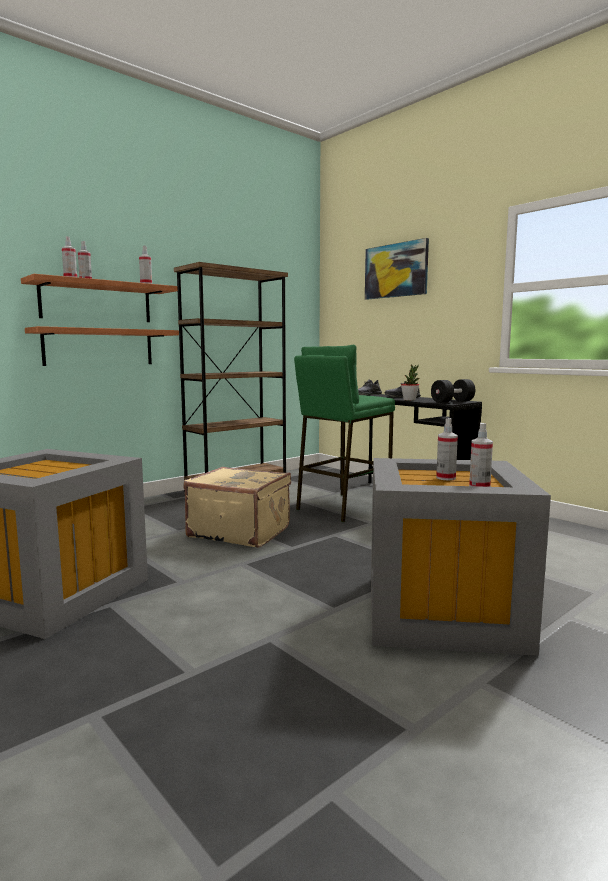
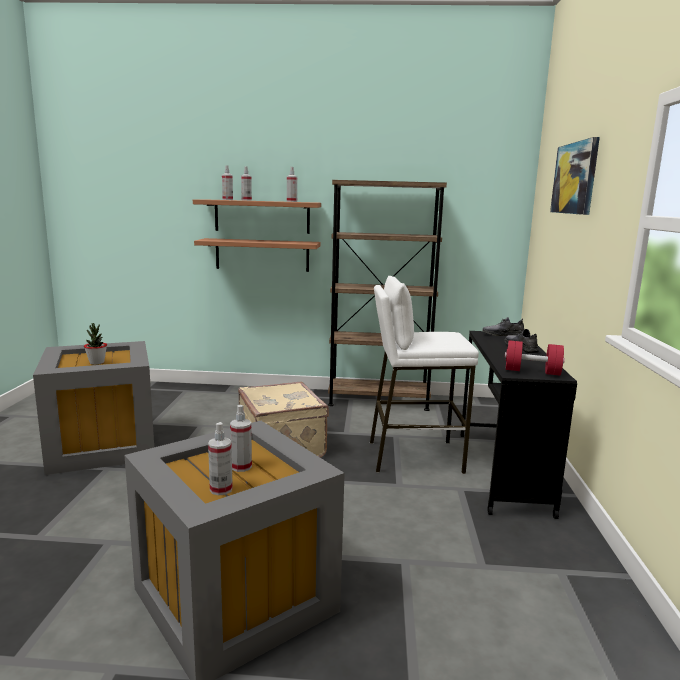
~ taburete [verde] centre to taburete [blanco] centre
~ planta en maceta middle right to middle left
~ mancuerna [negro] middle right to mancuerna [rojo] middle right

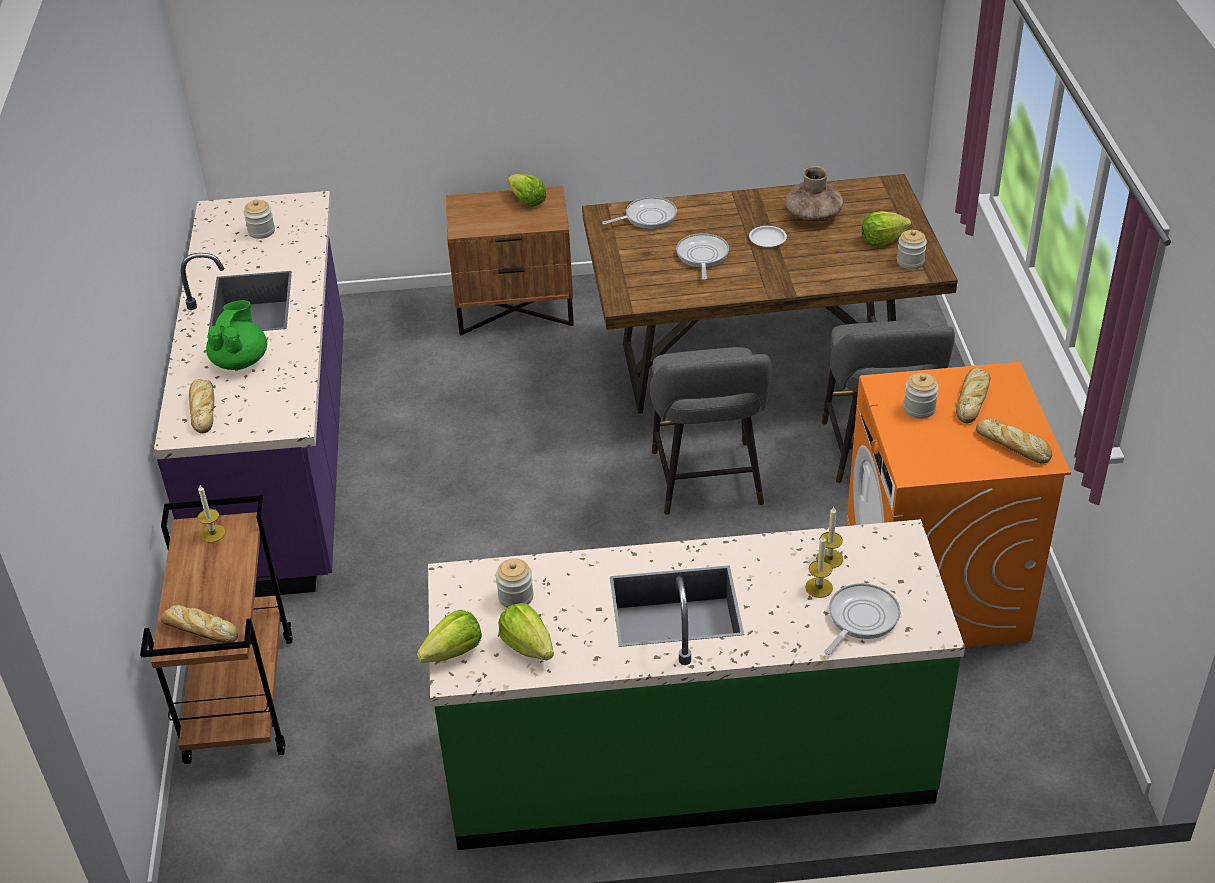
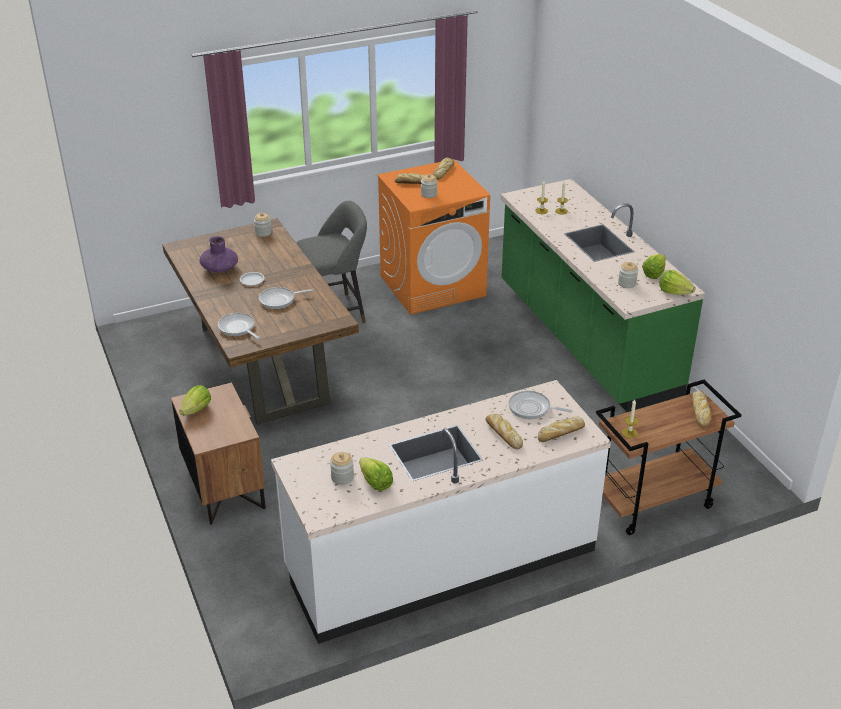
~ florero [marrón] top right to florero [morado] middle left
~ mueble bajo de cocina [morado] middle left to mueble bajo de cocina [blanco] bottom centre
~ lechuga (4th from left in the first image) top right to lechuga (2nd from left) bottom centre
~ tetera [verde] middle left to pan (3rd from left) centre
- taburete [gris] (1st from left) centre
~ sartén (3rd from left) bottom right to centre

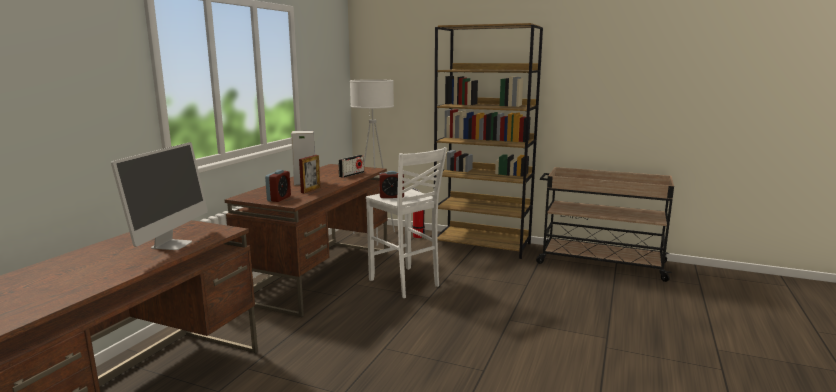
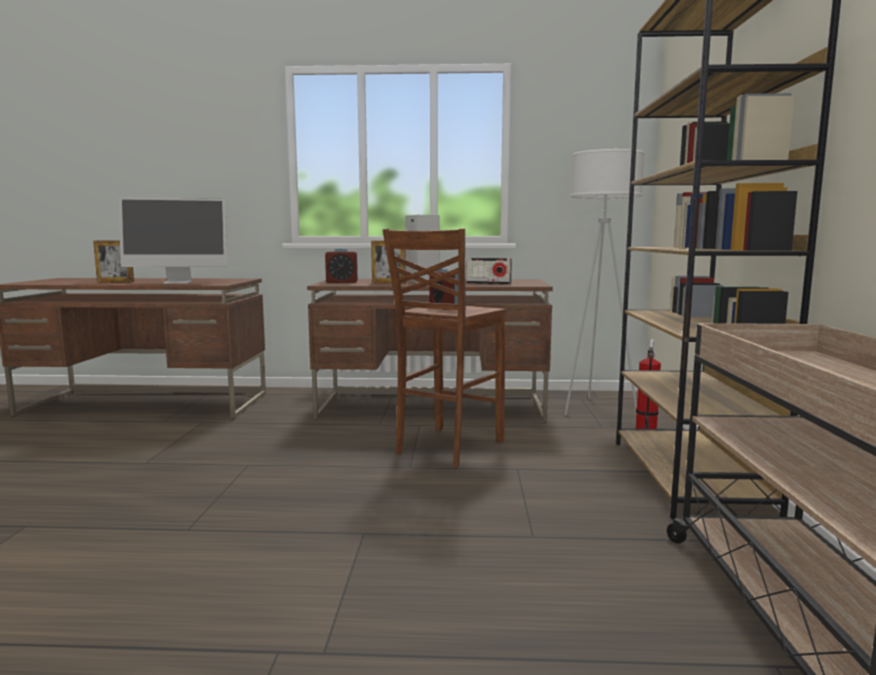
~ taburete [blanco] centre to taburete [marrón] centre
+ portarretratos (1st from left) middle left

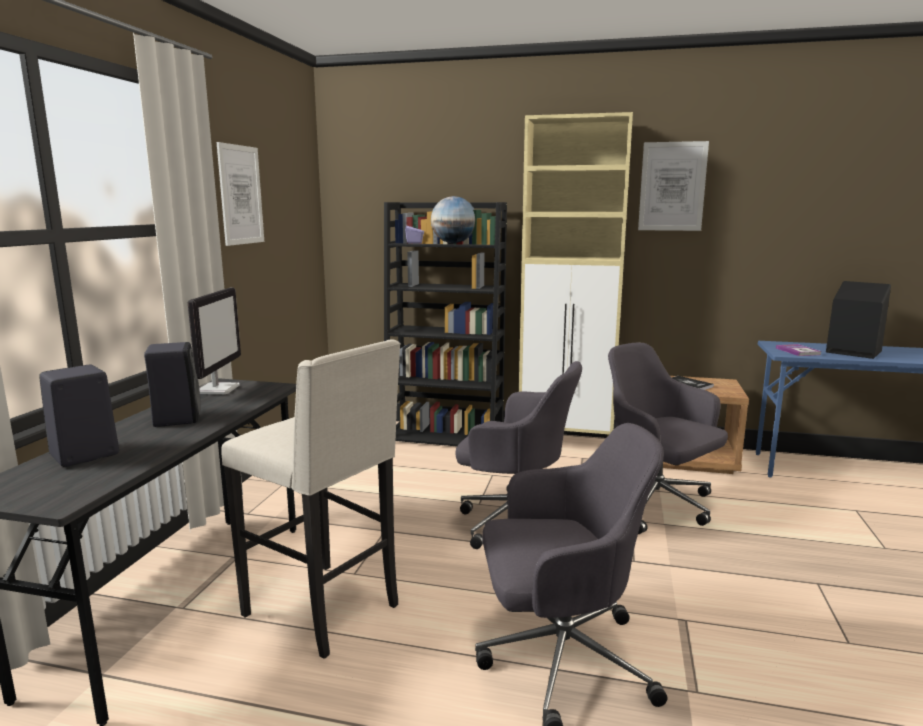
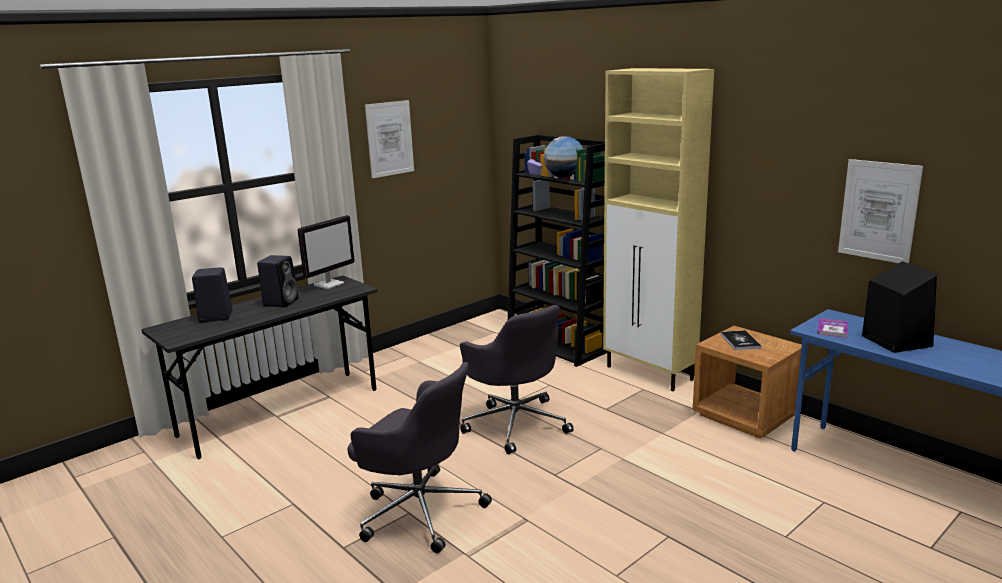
~ cuadro (2nd from left) top right to middle right
- taburete [beis] bottom centre
- silla de oficina [gris] (3rd from left) middle right

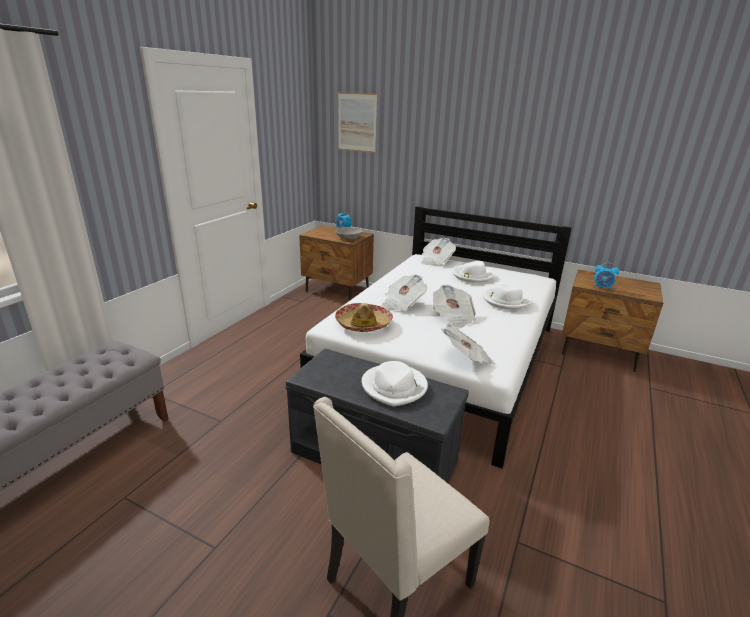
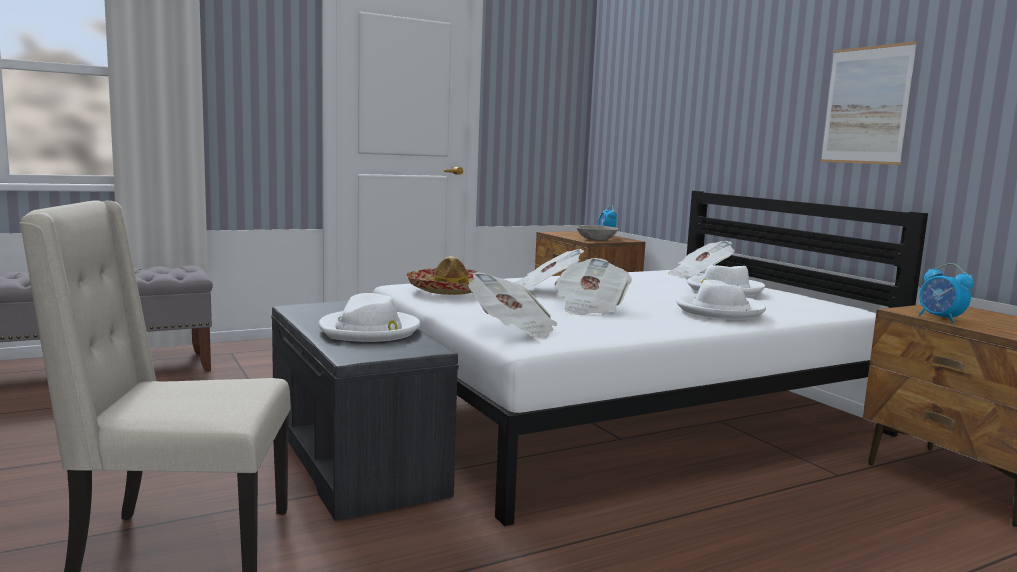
~ cuadro top centre to top right

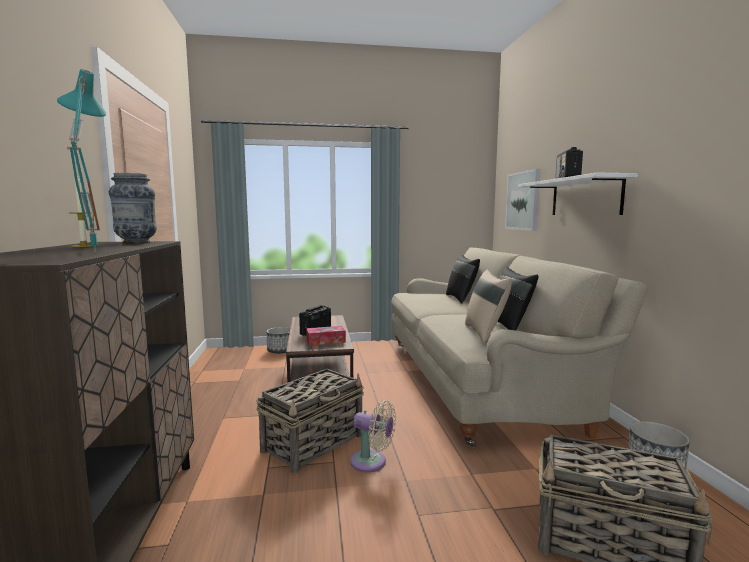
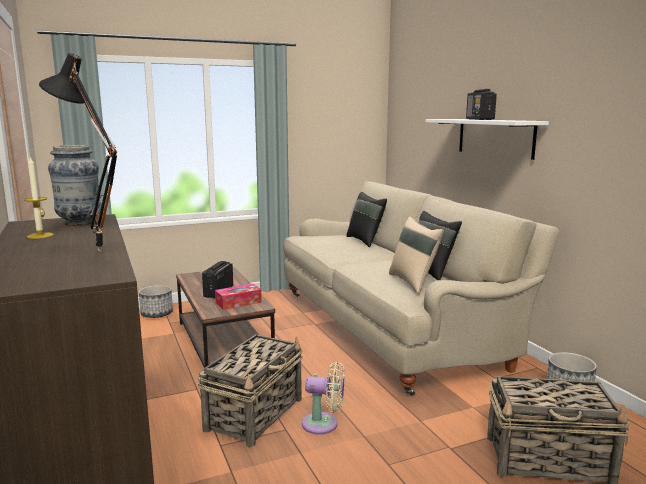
~ lámpara de mesa [turquesa] top left to lámpara de mesa [negro] top left
- cuadro middle right

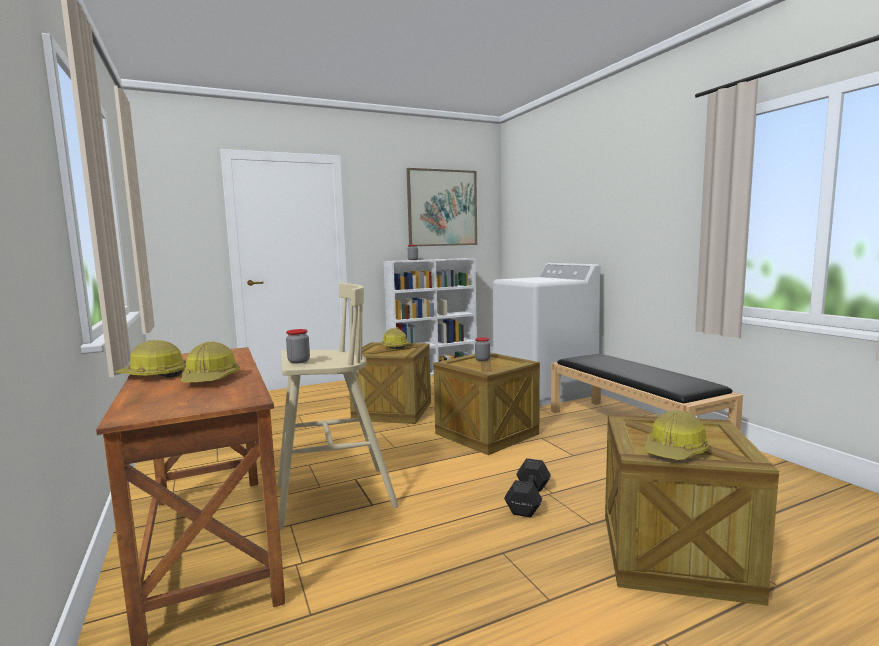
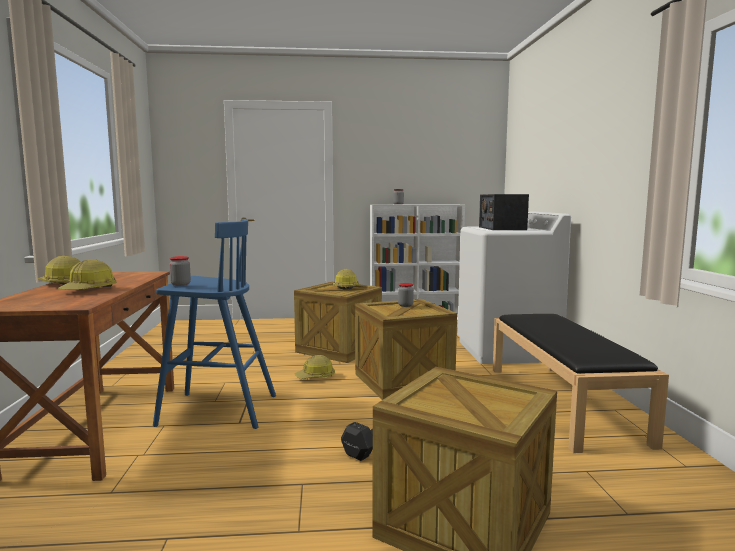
- cuadro top centre
~ taburete [beis] centre to taburete [azul] middle left
~ casco (4th from left in the first image) bottom right to casco (3rd from left) centre
+ radio middle right

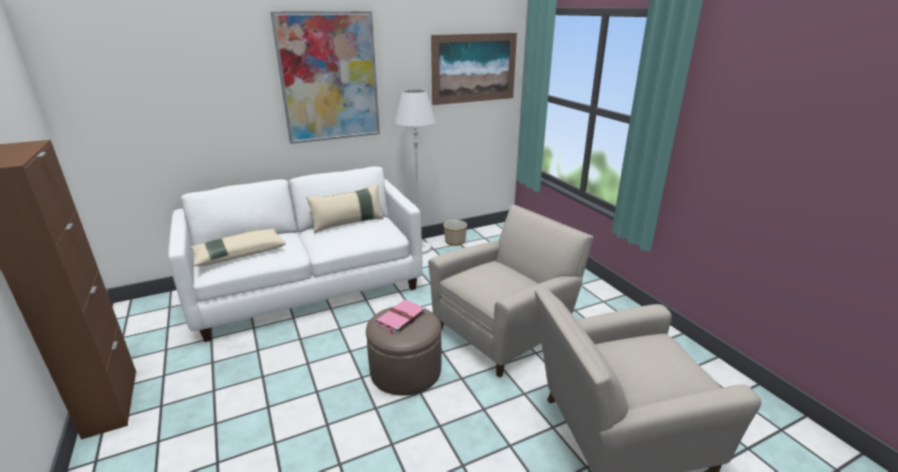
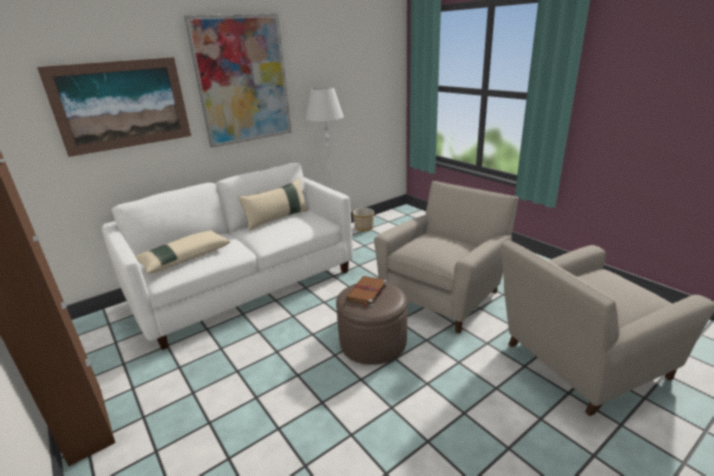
~ cuadro (2nd from left in the first image) top centre to cuadro (1st from left) top left
~ libro [rosa] bottom centre to libro [marrón] centre

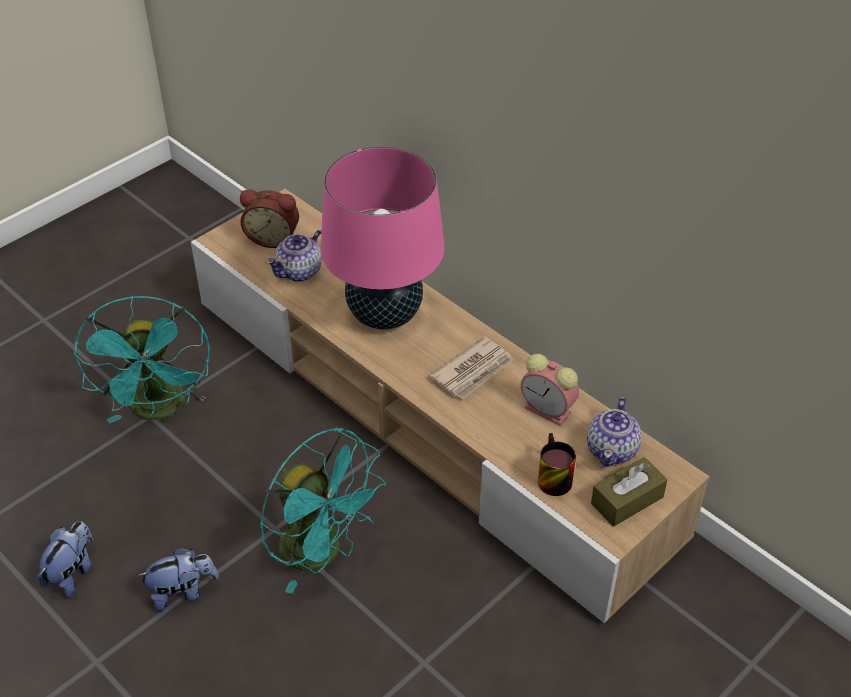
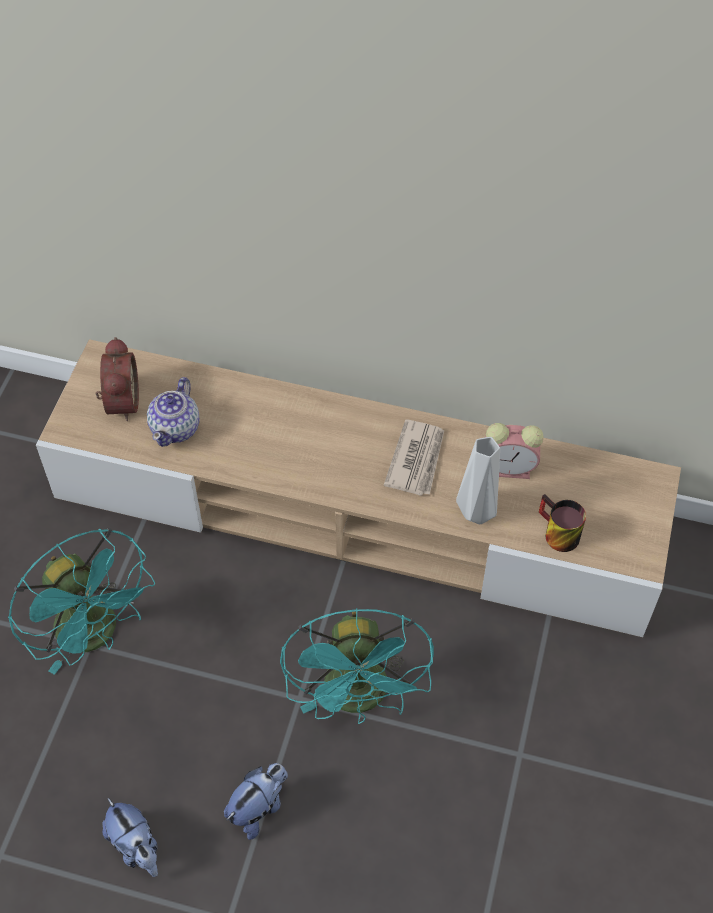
- lámpara de mesa [rosa] centre
~ despertador (1st from left) top left = middle left 75 degrees counterclockwise
- tetera (2nd from left) middle right
~ ventilador [turquesa] (2nd from left) bottom centre = bottom centre 75 degrees clockwise
- caja de pañuelos [marrón] bottom right
~ peluche (1st from left) bottom left = bottom left 150 degrees clockwise
+ florero [gris] middle right

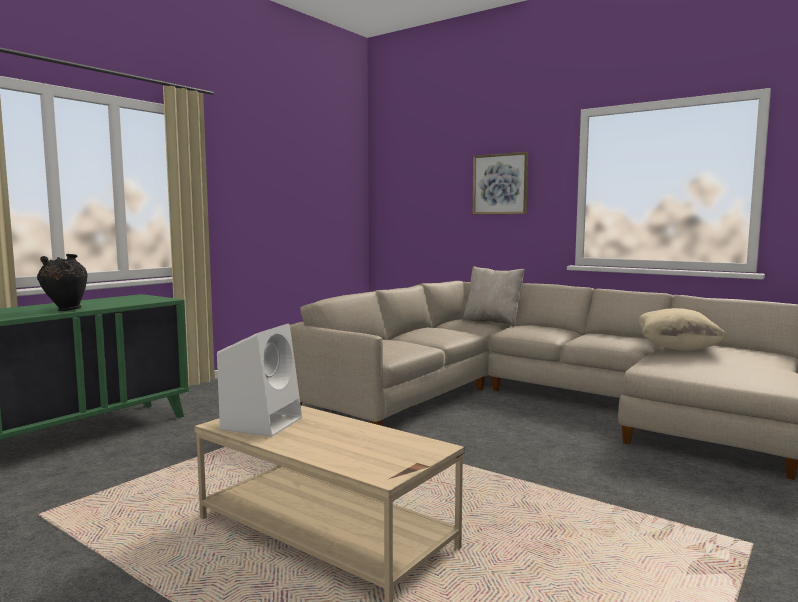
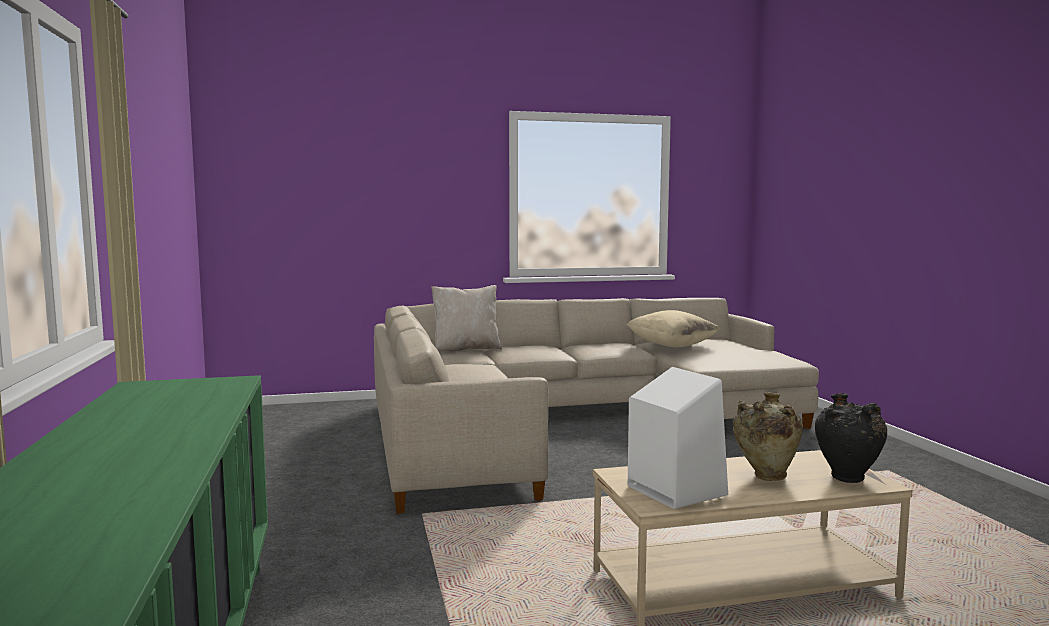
- cuadro top centre
~ florero [negro] middle left to bottom right
+ florero [beis] bottom right

